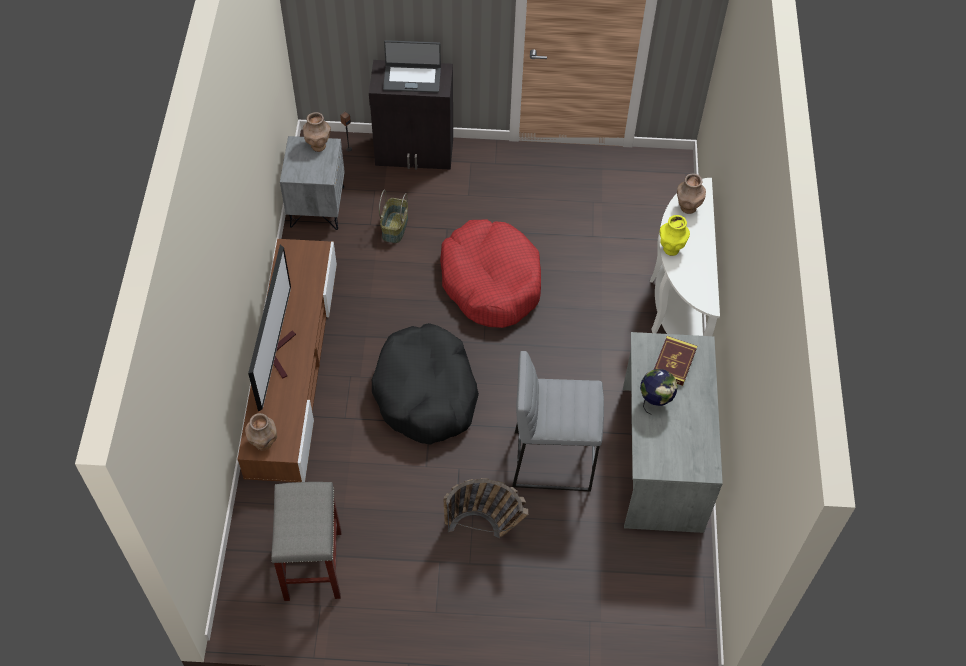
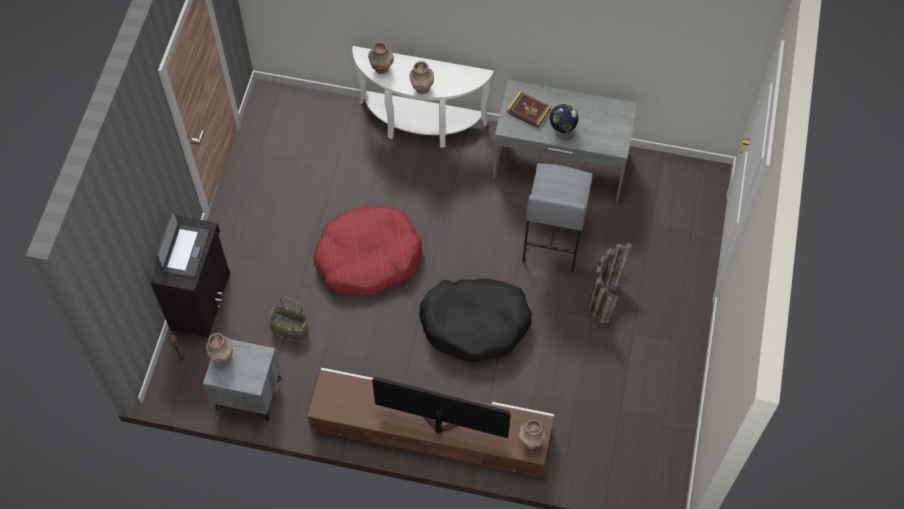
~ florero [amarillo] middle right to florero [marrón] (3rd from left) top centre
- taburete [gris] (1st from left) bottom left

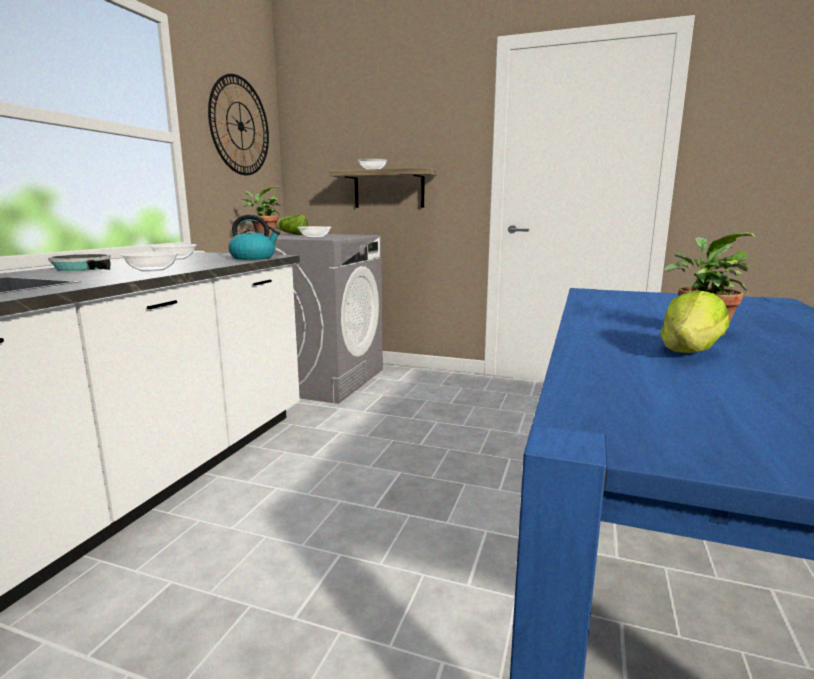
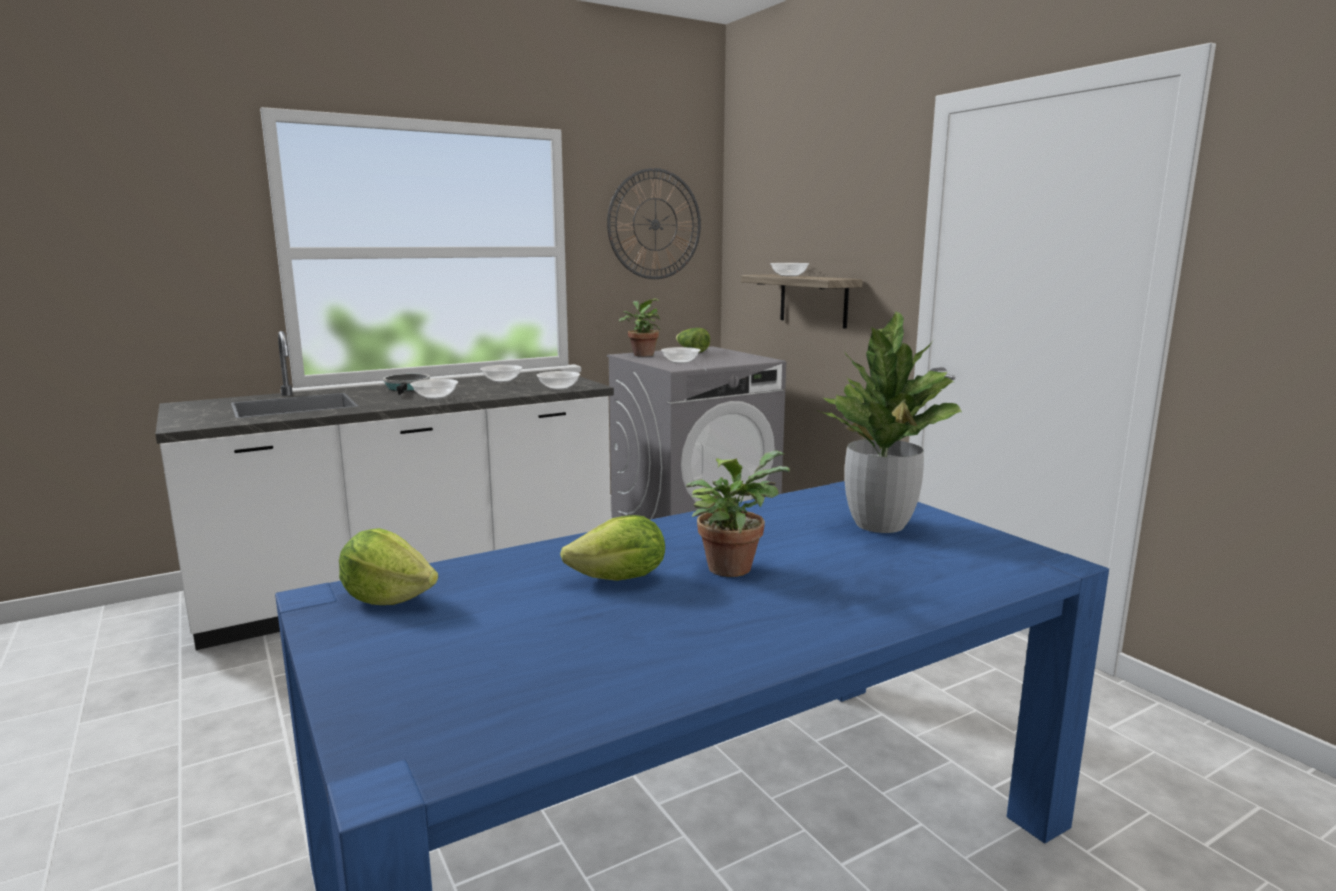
~ hervidor middle left to cuenco (3rd from left) centre
+ planta en maceta (3rd from left) centre
+ lechuga (1st from left) middle left

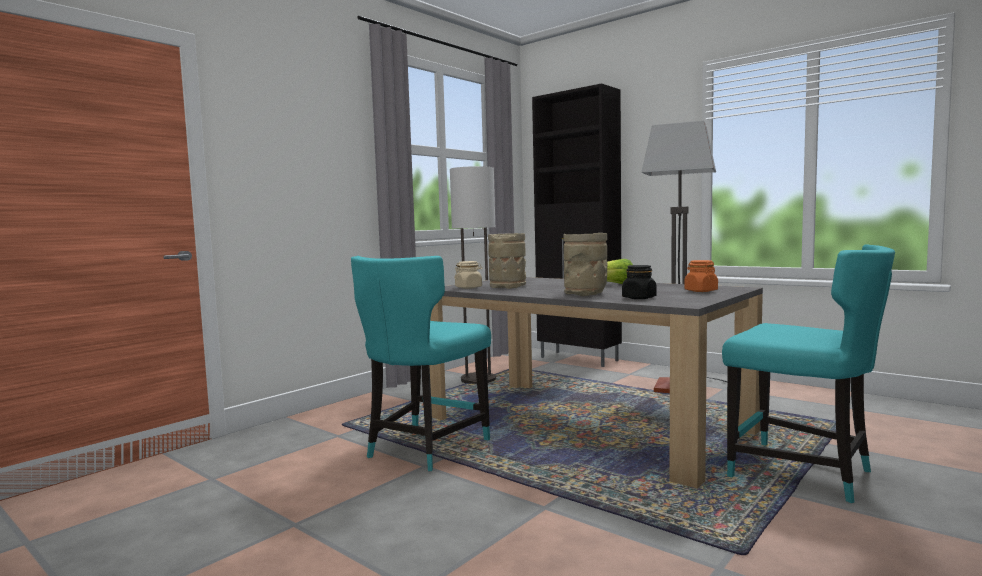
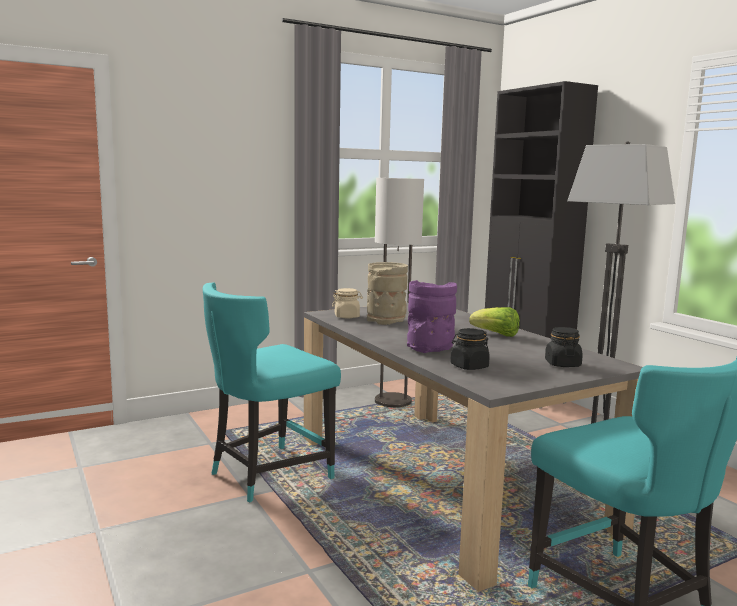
~ florero [beis] (2nd from left) centre to florero [morado] centre
~ tarro [naranja] middle right to tarro [negro] (2nd from left) middle right

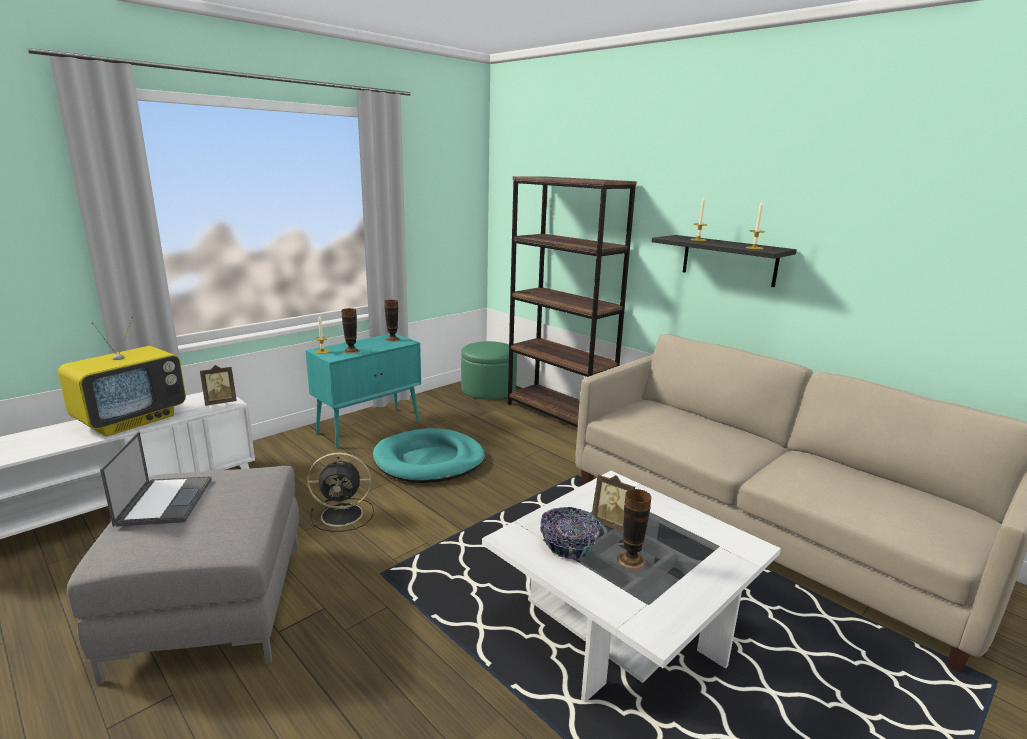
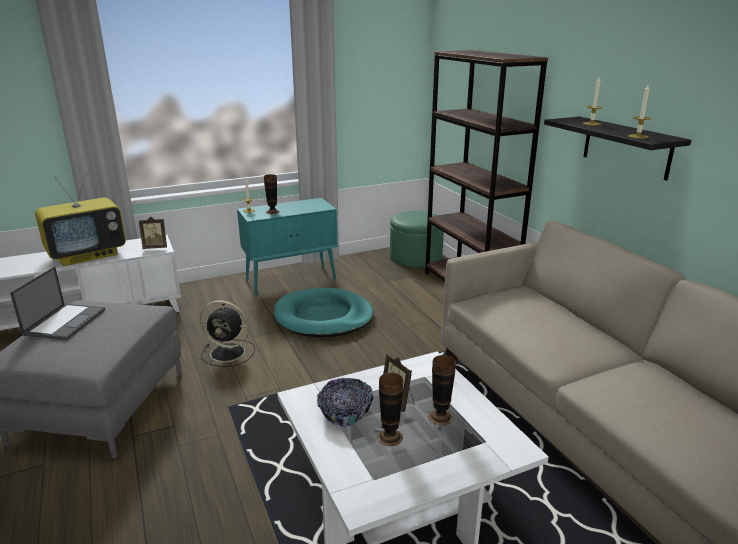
~ florero (2nd from left in the first image) centre to florero (3rd from left) bottom centre

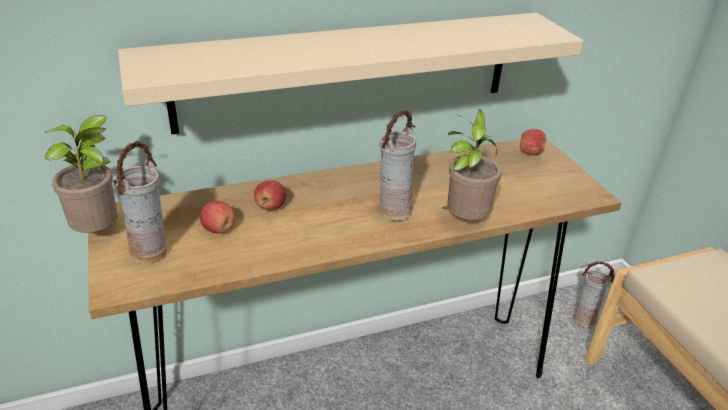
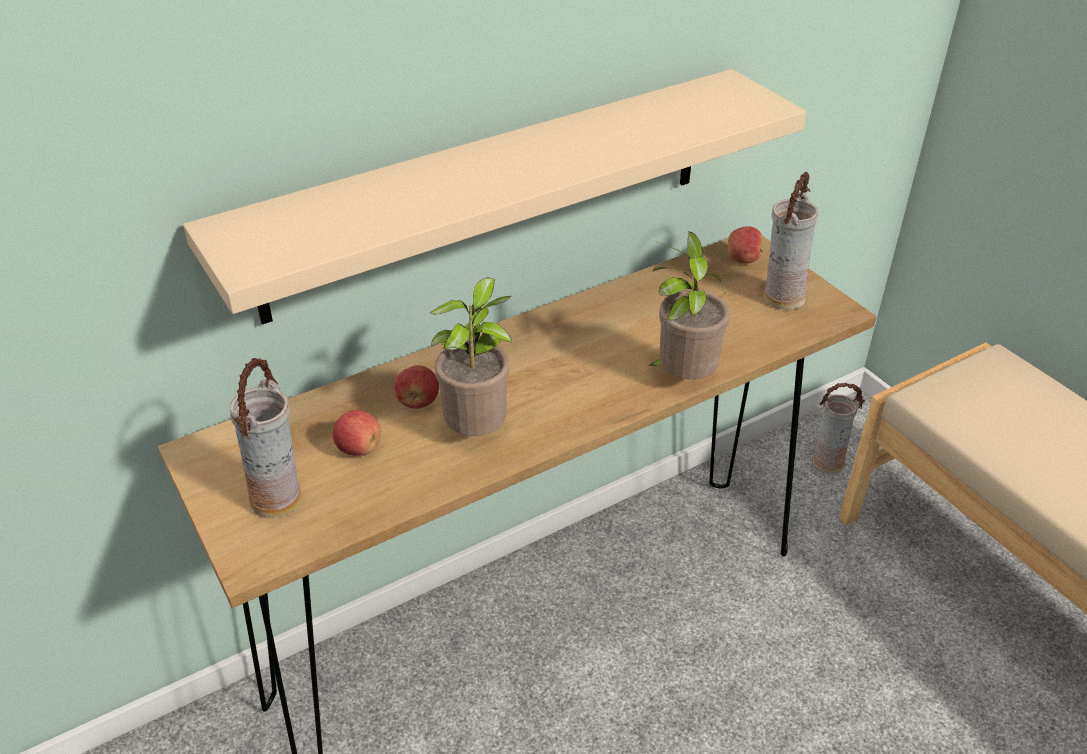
~ florero (2nd from left) centre to top right
~ planta en maceta (1st from left) middle left to centre

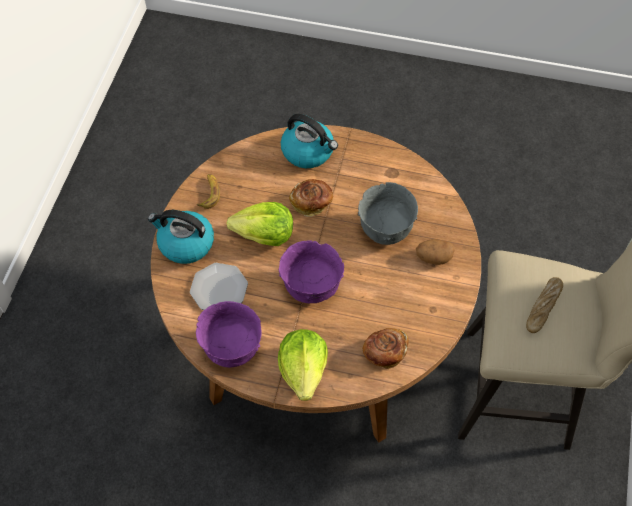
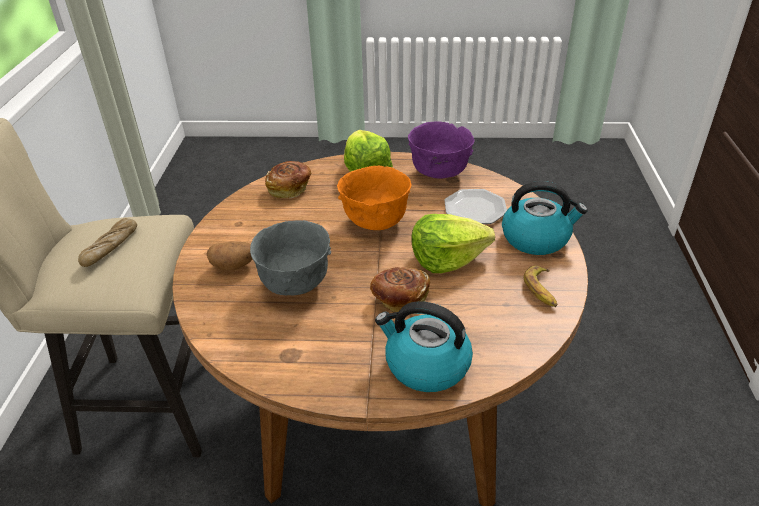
~ cuenco [morado] (2nd from left) centre to cuenco [naranja] centre

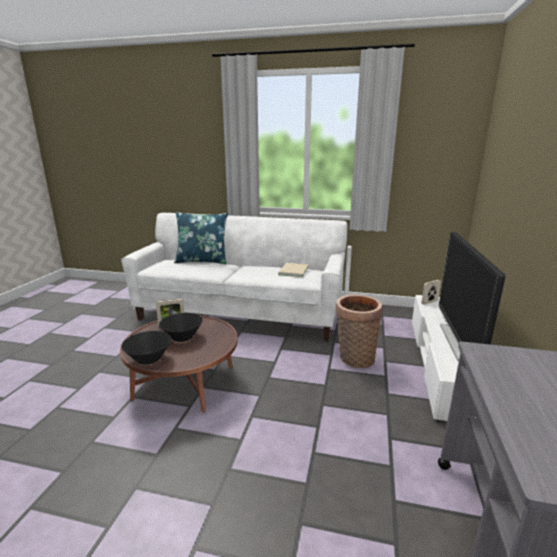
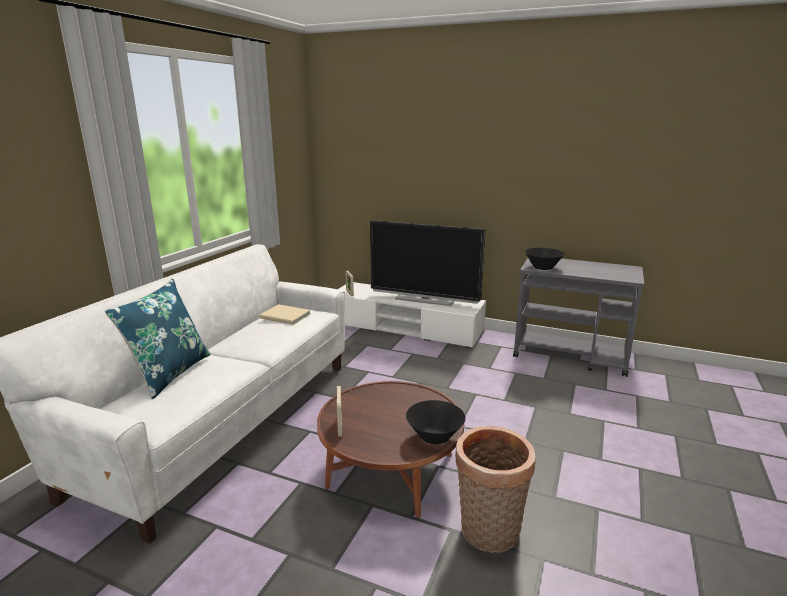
~ cesta centre to bottom centre
~ cuenco [negro] (2nd from left) middle left to middle right

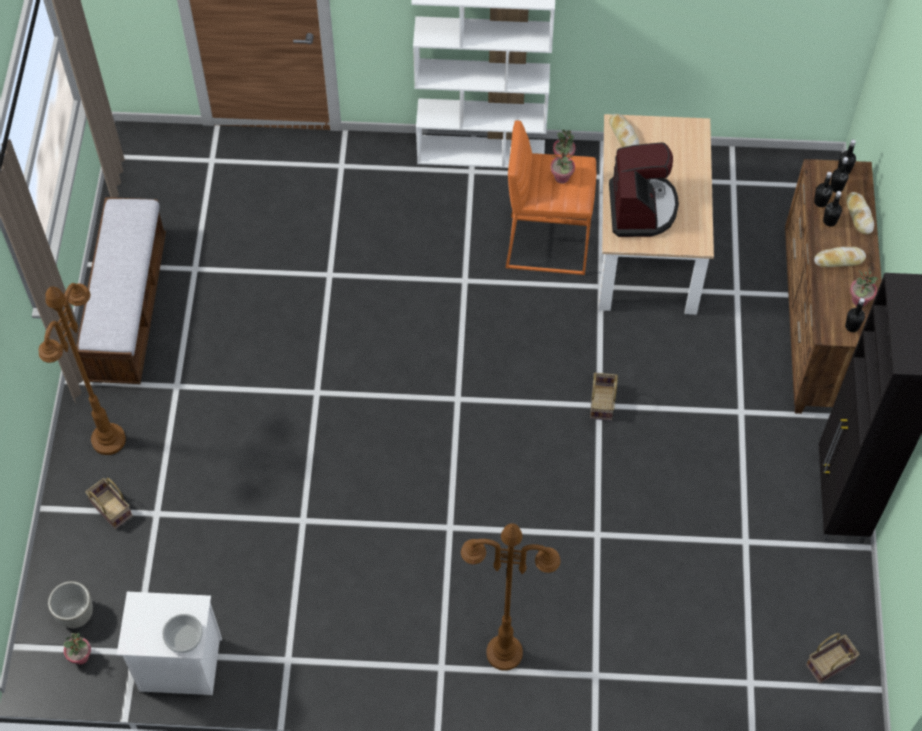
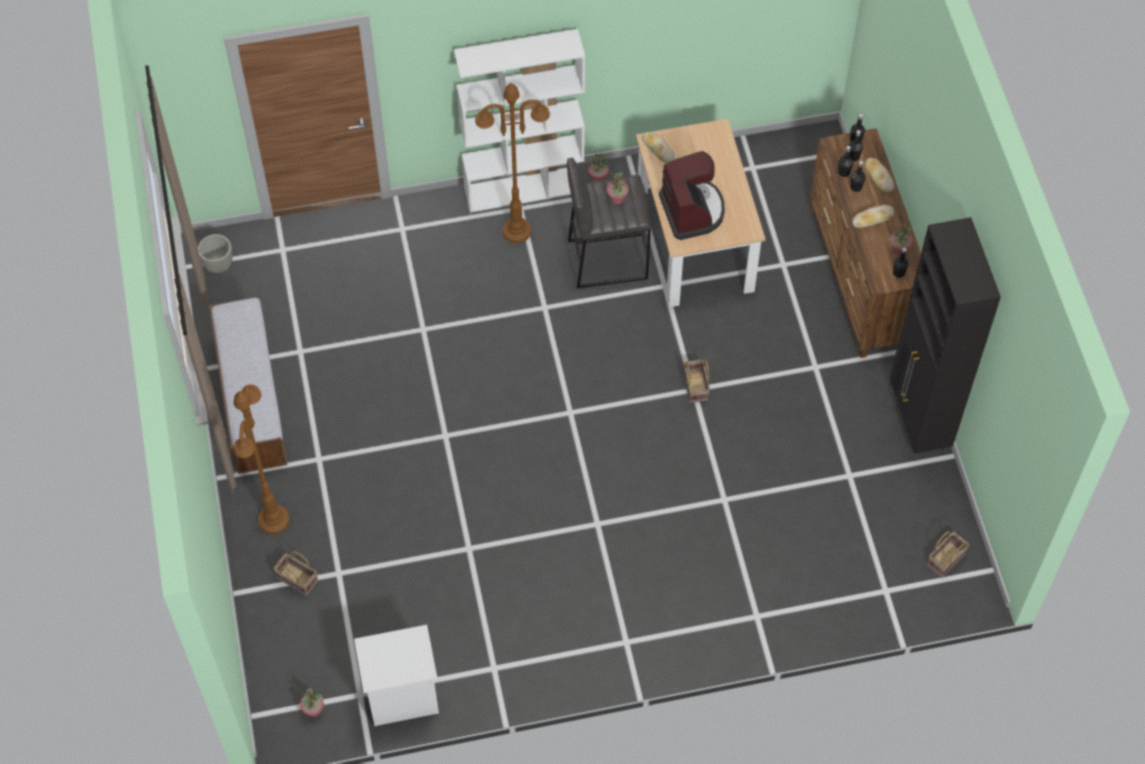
~ taburete [naranja] top centre to taburete [gris] top centre
~ lámpara de pie [marrón] (2nd from left) bottom centre to top centre
~ maceta [gris] bottom left to top left
- cuenco bottom left

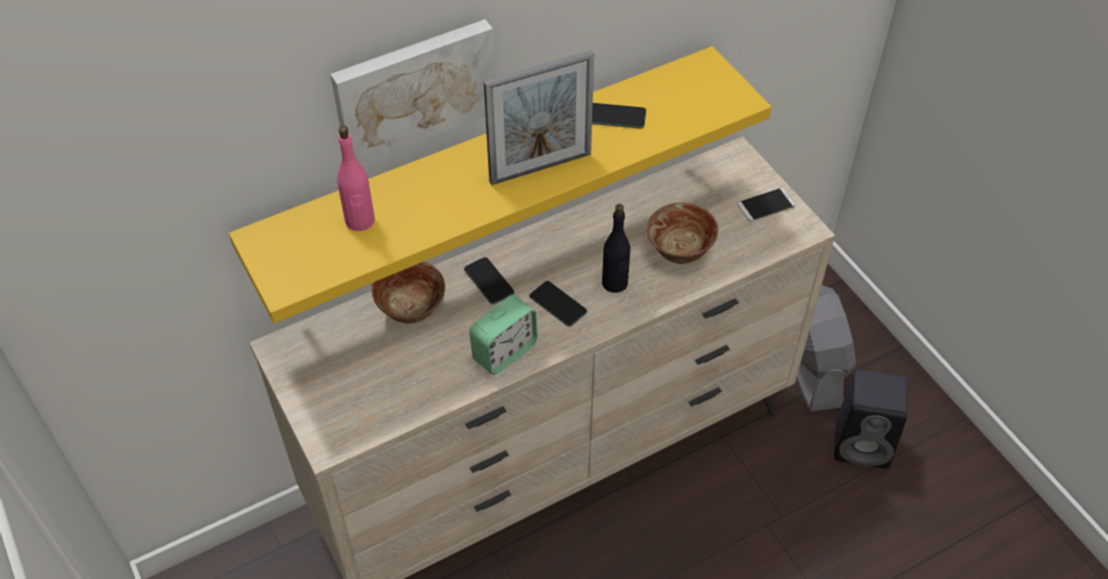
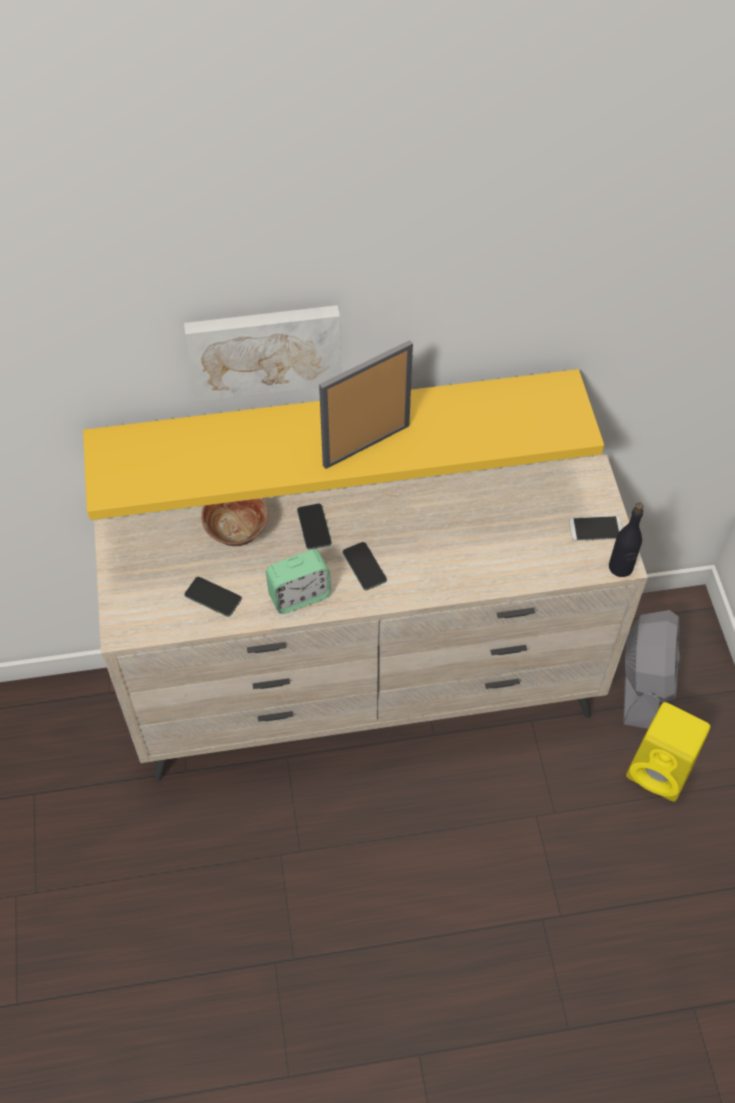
~ portarretratos top centre = centre 150 degrees clockwise
~ móvil (3rd from left in the first image) top centre to móvil (1st from left) middle left
- botella [rosa] top left
- cuenco (2nd from left) centre
~ botella [negro] centre to middle right
~ altavoz [negro] bottom right to altavoz [amarillo] bottom right

